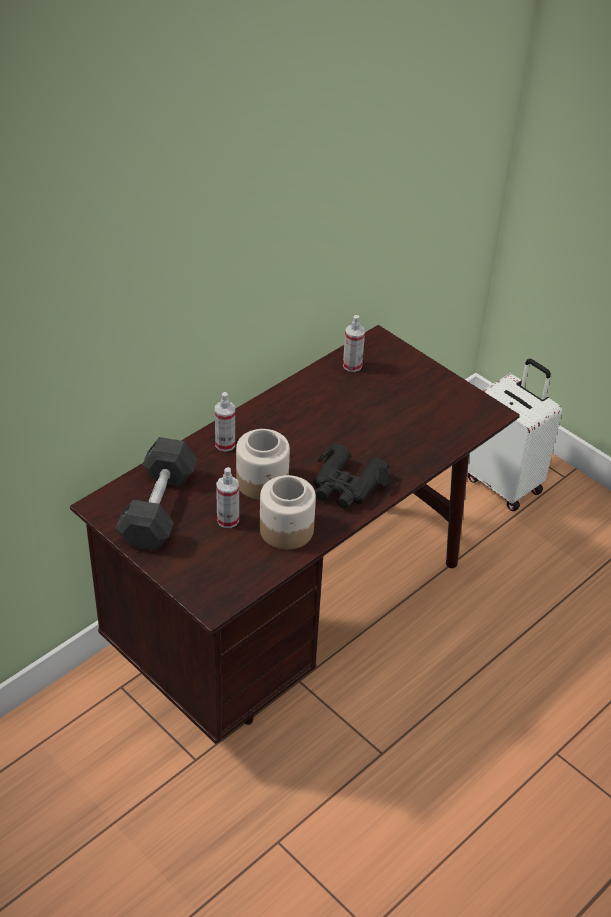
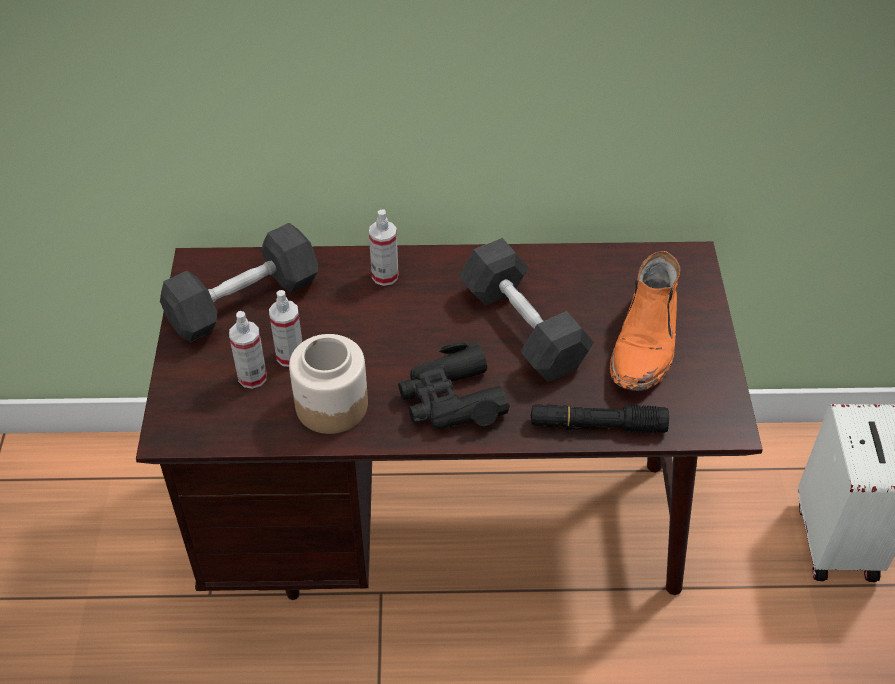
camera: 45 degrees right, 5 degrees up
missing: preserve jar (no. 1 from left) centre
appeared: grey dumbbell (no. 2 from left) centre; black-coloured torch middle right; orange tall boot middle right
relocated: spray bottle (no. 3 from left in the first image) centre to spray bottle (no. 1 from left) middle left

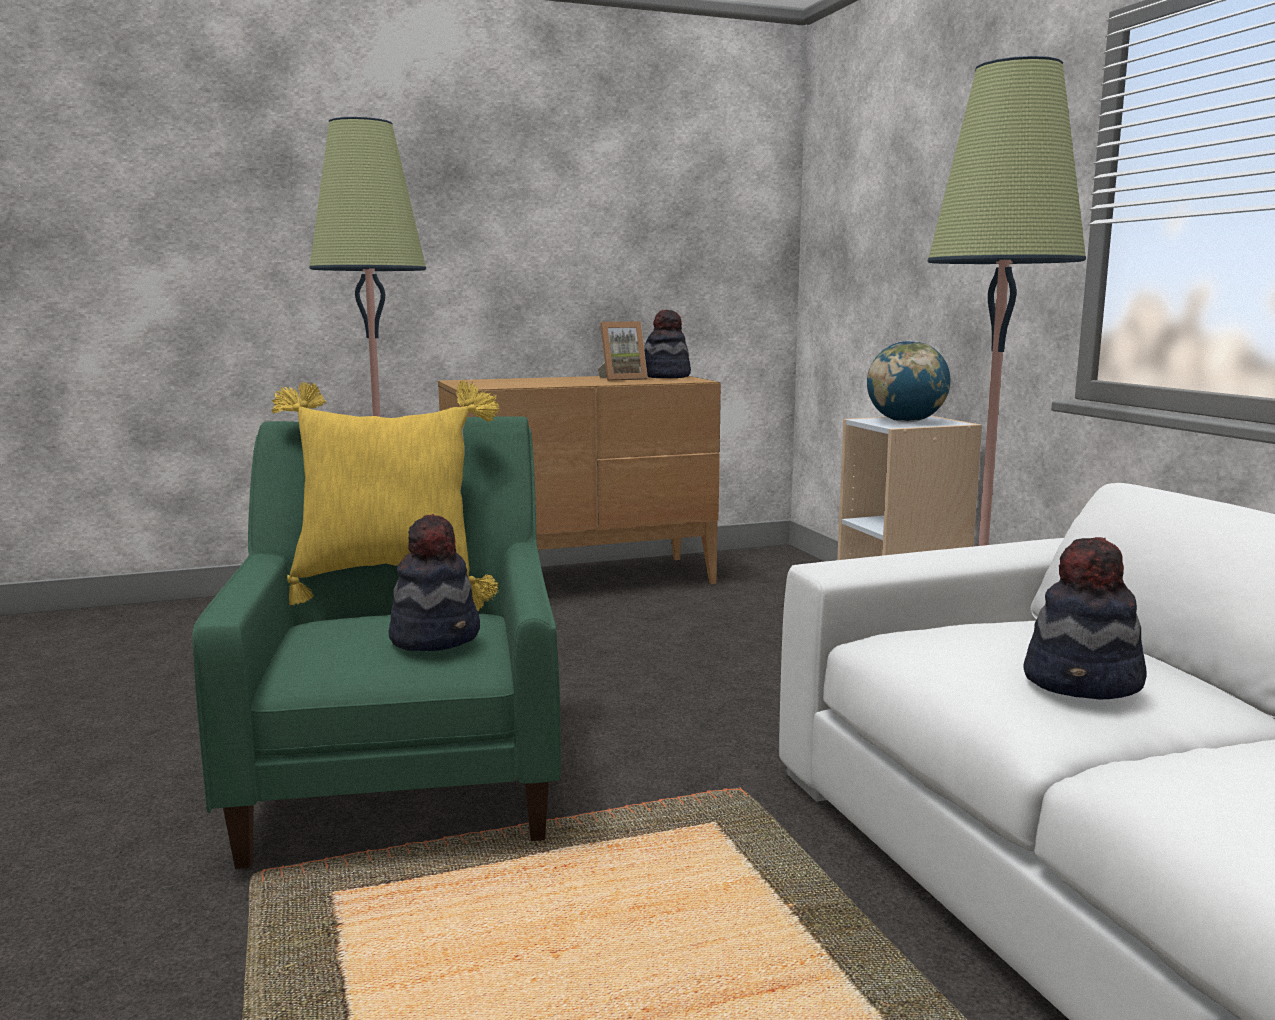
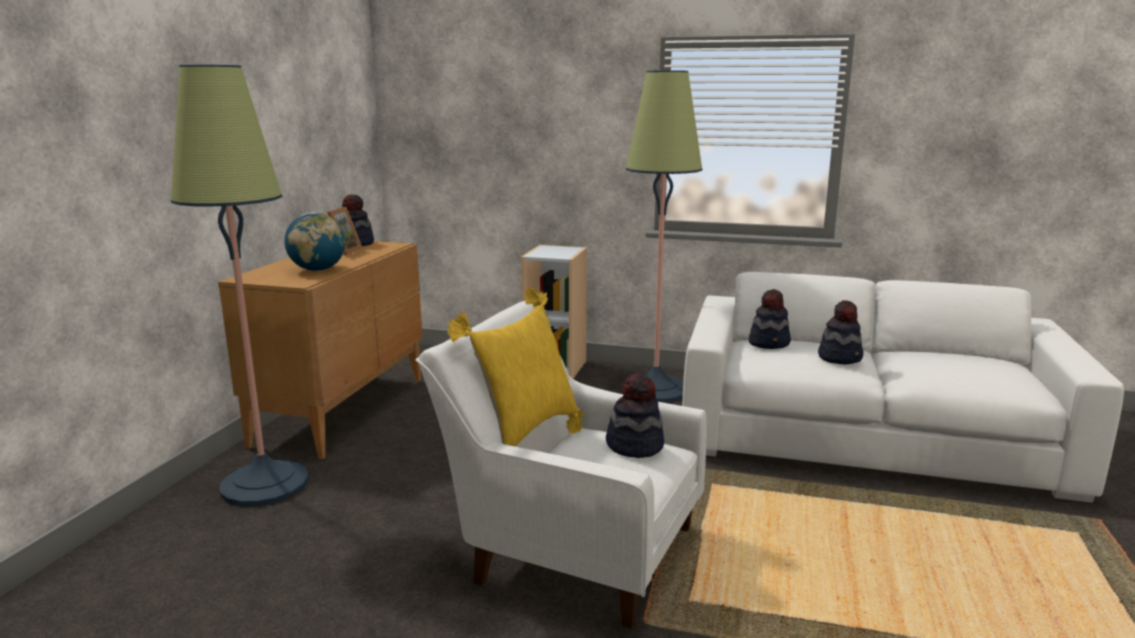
camera: 55 degrees left, 5 degrees up
appeared: wearable hat (no. 3 from left) middle right
relocated: globe middle right to middle left
colour: green lounge chair middle left to whitish lounge chair bottom centre

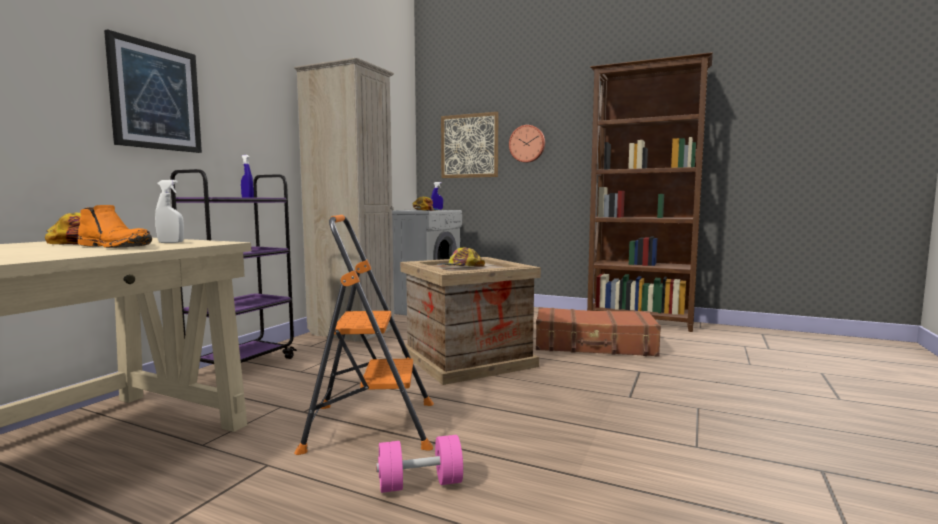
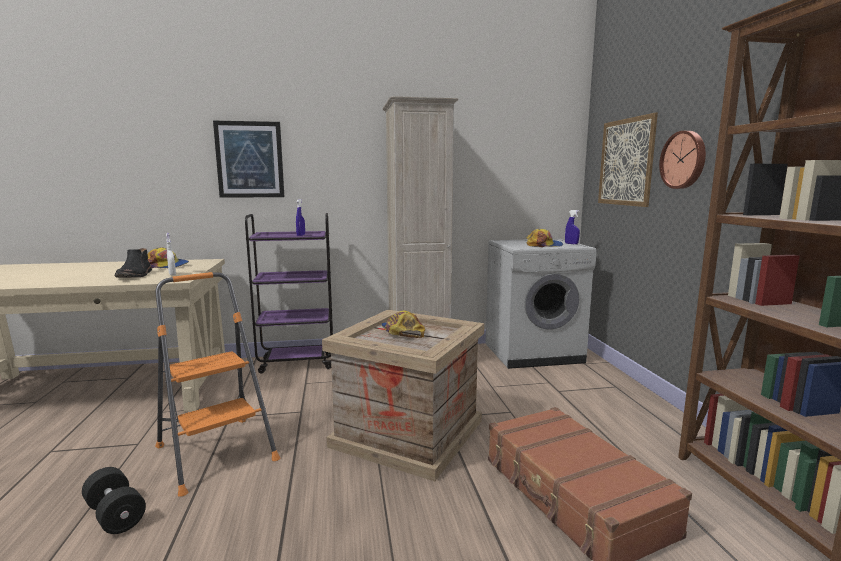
camera: 55 degrees right, 5 degrees up
colour: pink-coloured dumbbell bottom centre to black-coloured dumbbell bottom left; orange tall boot middle left to black-coloured tall boot middle left

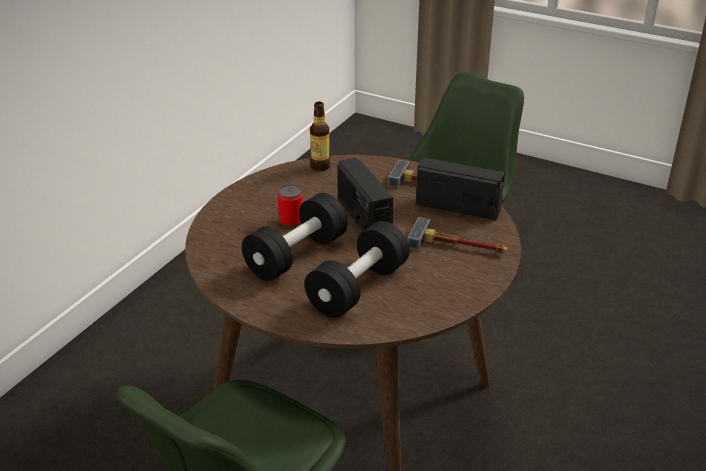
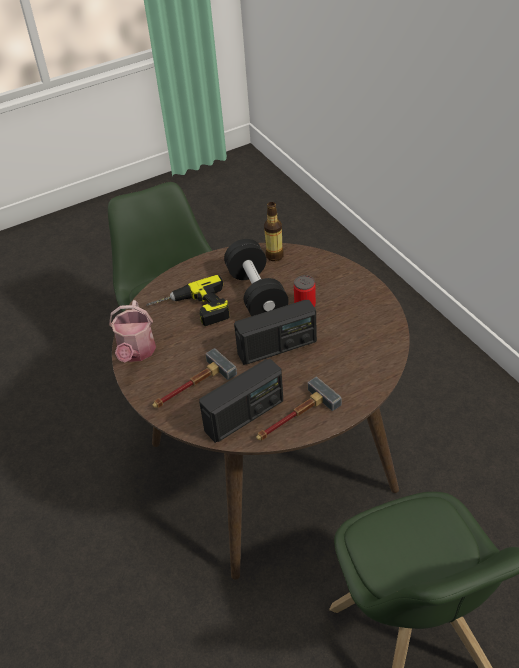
camera: 125 degrees right, 10 degrees up
appeared: watering can middle left
relocated: drink bottle top centre to centre
exchanged: black-coloured dumbbell (no. 2 from left) centre to electric drill centre
spun: radio receiver (no. 1 from left in the first image) centre = centre 150 degrees clockwise

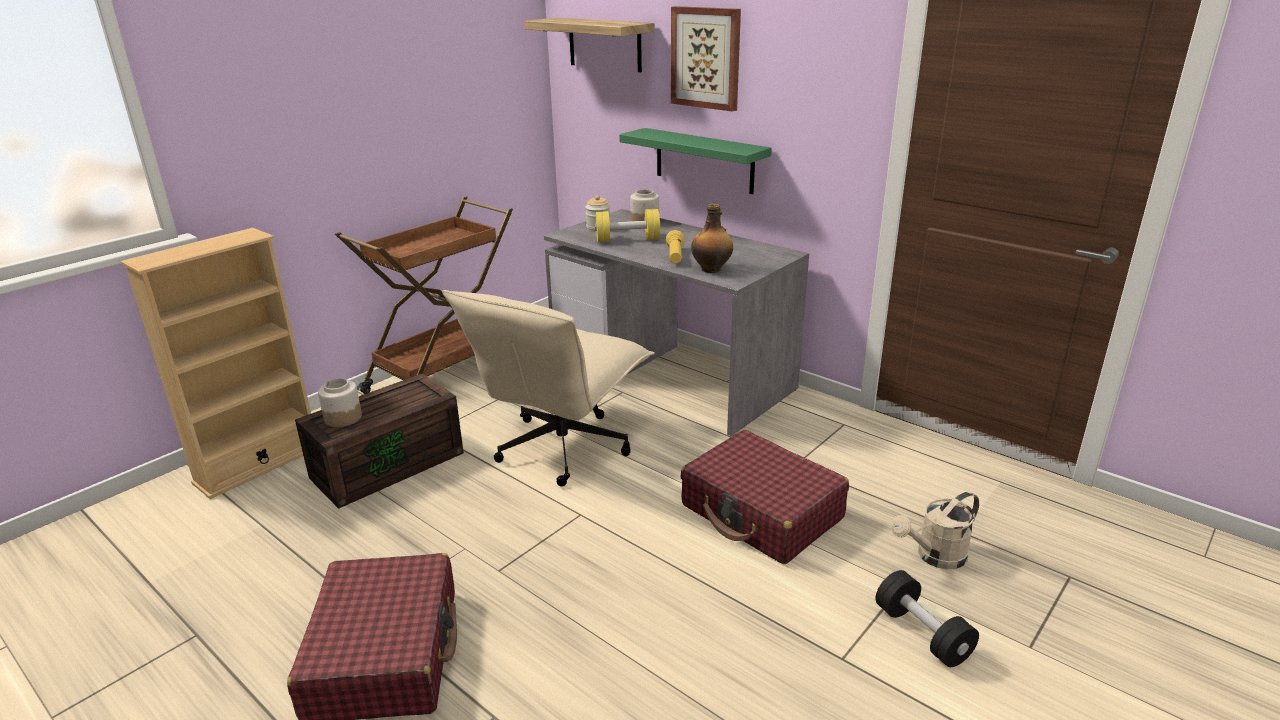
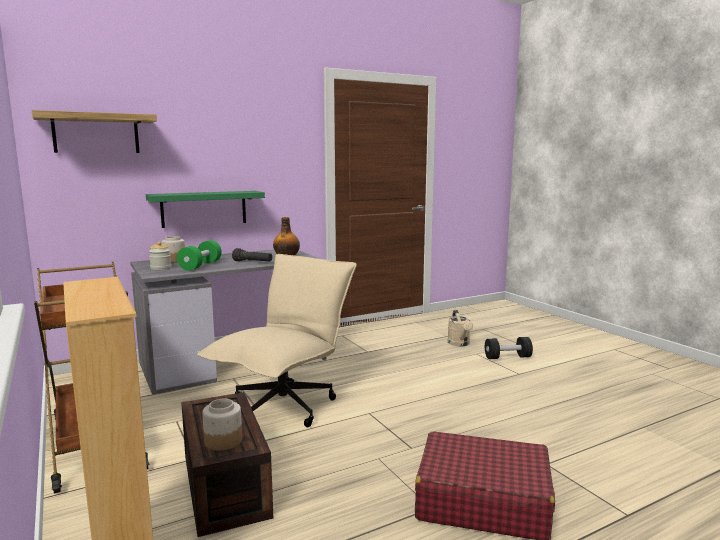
camera: 70 degrees left, 15 degrees down
missing: wall art top centre; red travel case (no. 2 from left) bottom centre
colour: yellow-coloured dumbbell top centre to green dumbbell middle left; yellow-coloured torch centre to black-coloured torch centre
spun: beige desk chair centre = centre 105 degrees counterclockwise

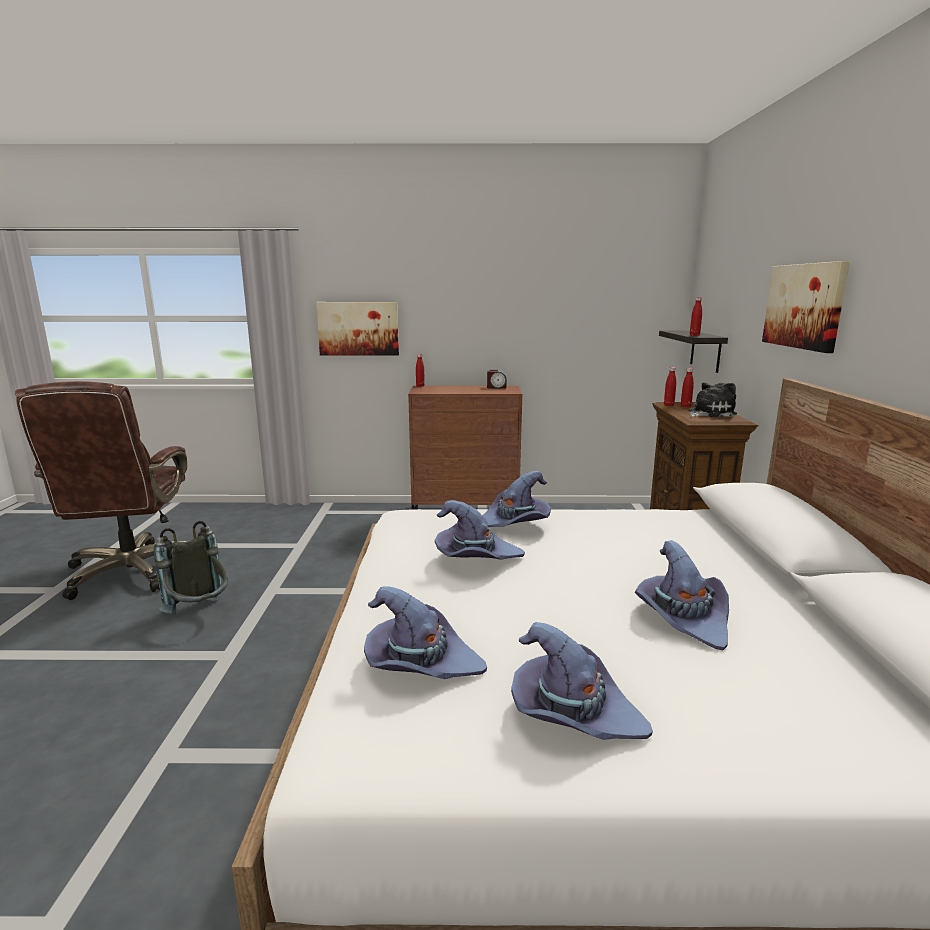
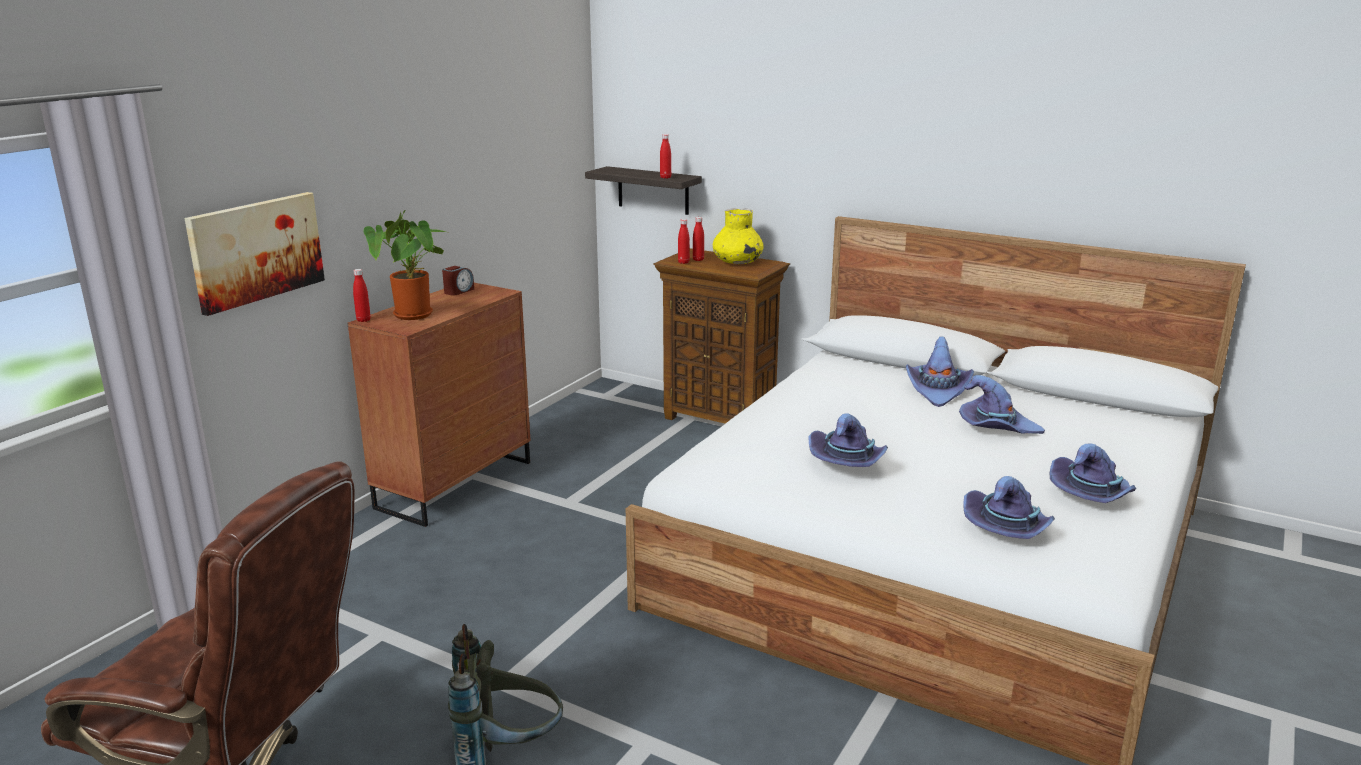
camera: 60 degrees left, 5 degrees up
missing: wall art (no. 2 from left) top right
appeared: plant in a pot middle left
relocated: purple-coloured wearable hat (no. 3 from left in the first image) centre to purple-coloured wearable hat (no. 2 from left) middle right
exchanged: cuddly toy middle right to yellow-coloured flower vase top centre

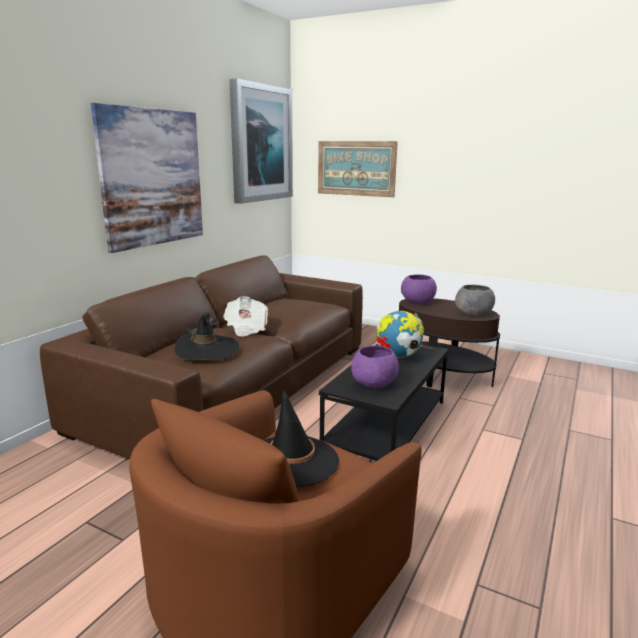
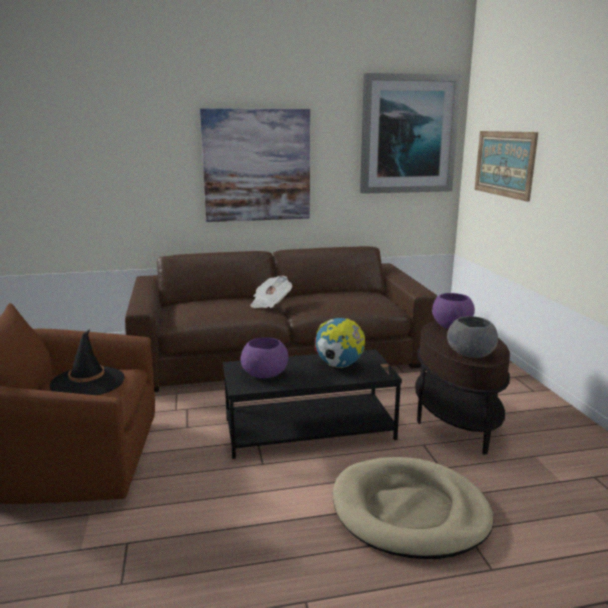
camera: 50 degrees right, 0 degrees up
missing: black-coloured wearable hat (no. 1 from left) middle left
appeared: beige dog cushion bottom right

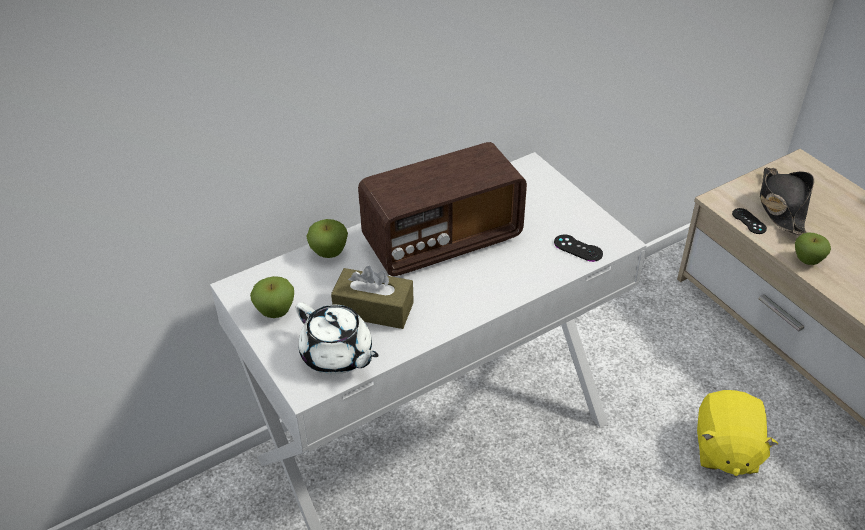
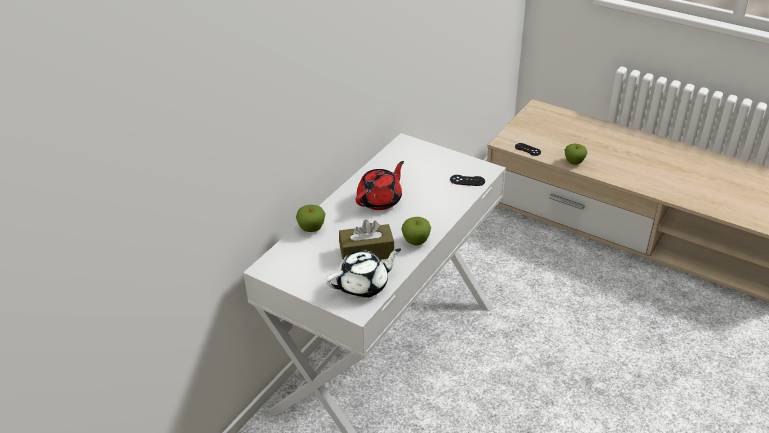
camera: 25 degrees left, 5 degrees down
missing: yellow-coloured cuddly toy bottom right; black-coloured wearable hat middle right
relocated: apple (no. 1 from left in the first image) middle left to apple (no. 2 from left) centre
exchanged: radio receiver centre to red teapot centre
spun: whitish teapot centre = centre 45 degrees counterclockwise

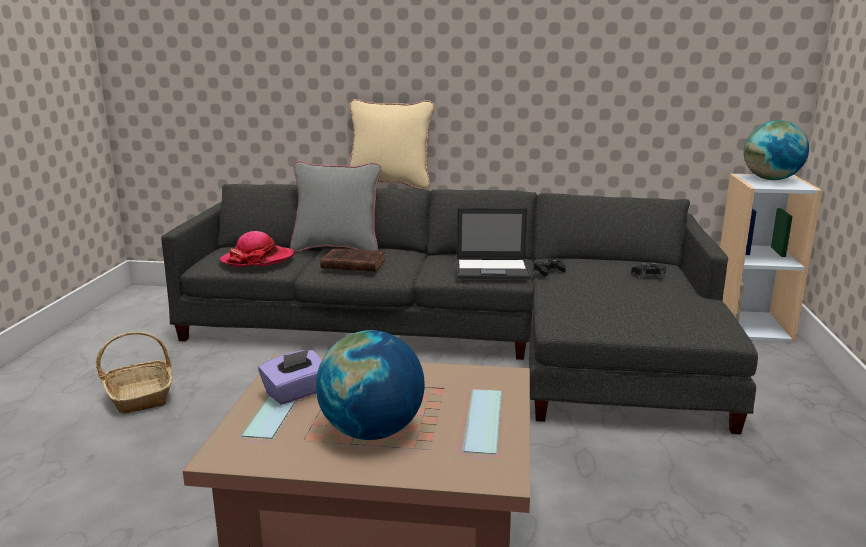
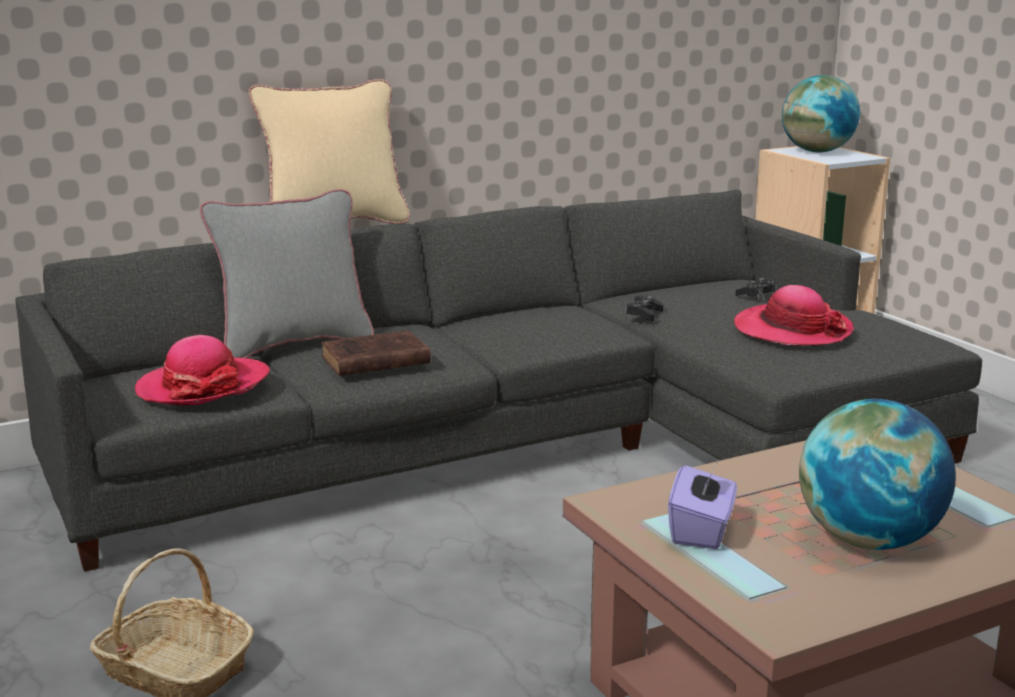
camera: 35 degrees left, 0 degrees up
missing: portable computer centre
appeared: wearable hat (no. 2 from left) middle right

